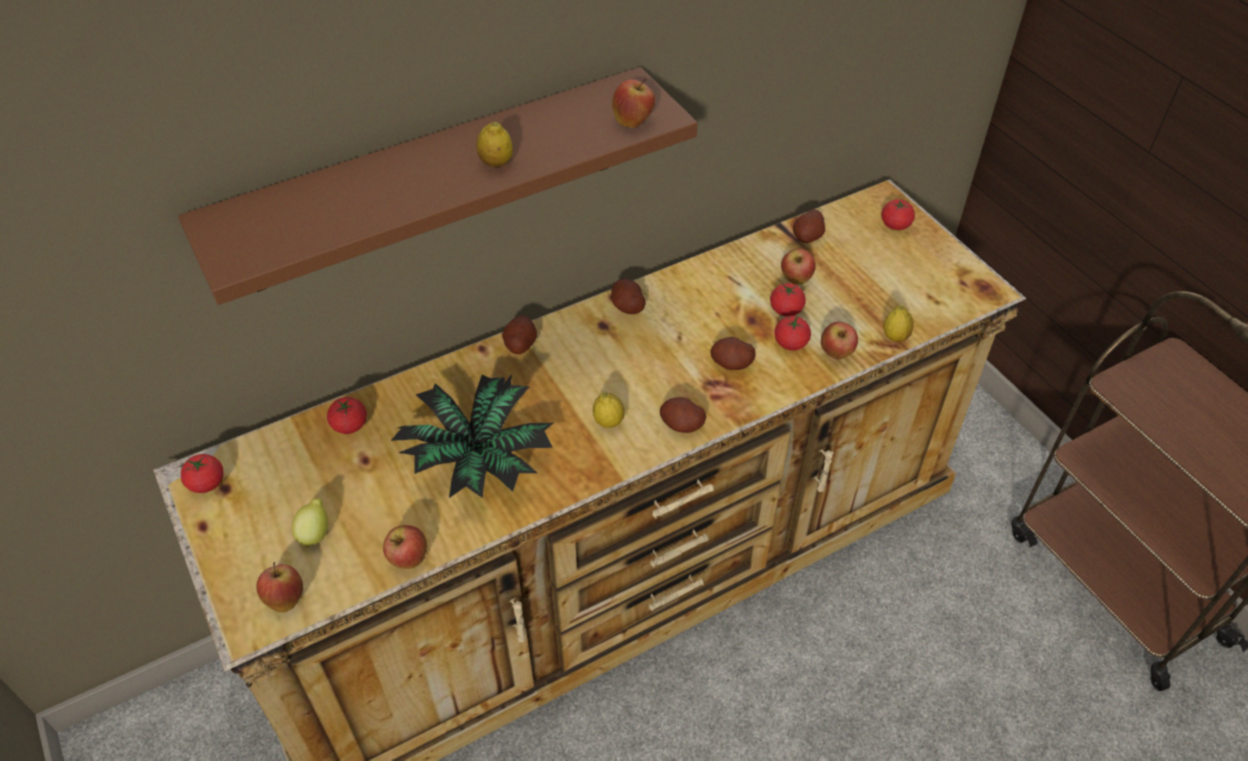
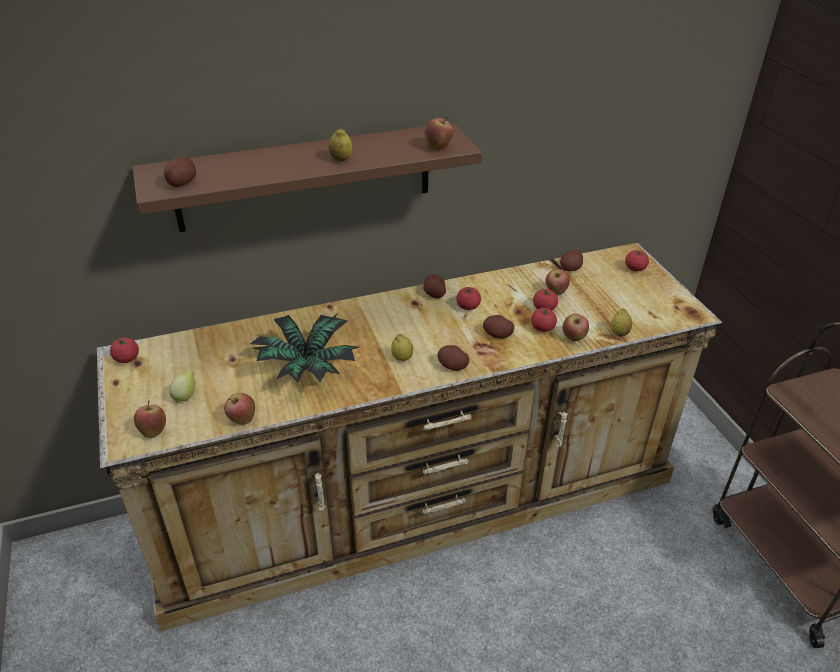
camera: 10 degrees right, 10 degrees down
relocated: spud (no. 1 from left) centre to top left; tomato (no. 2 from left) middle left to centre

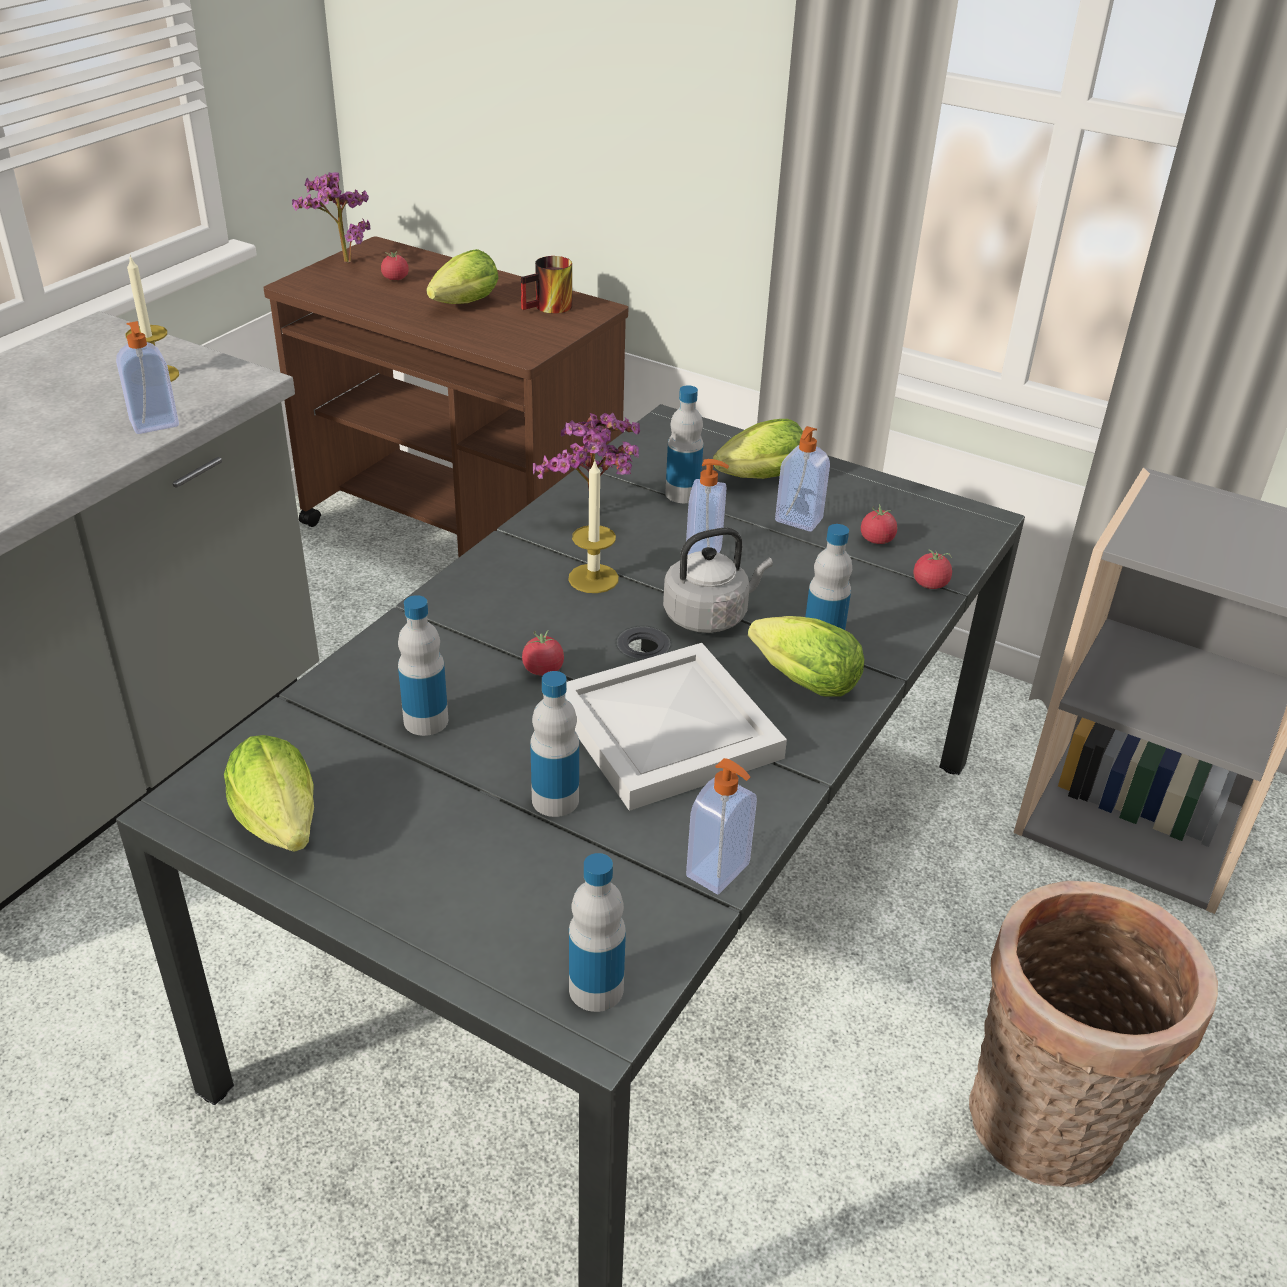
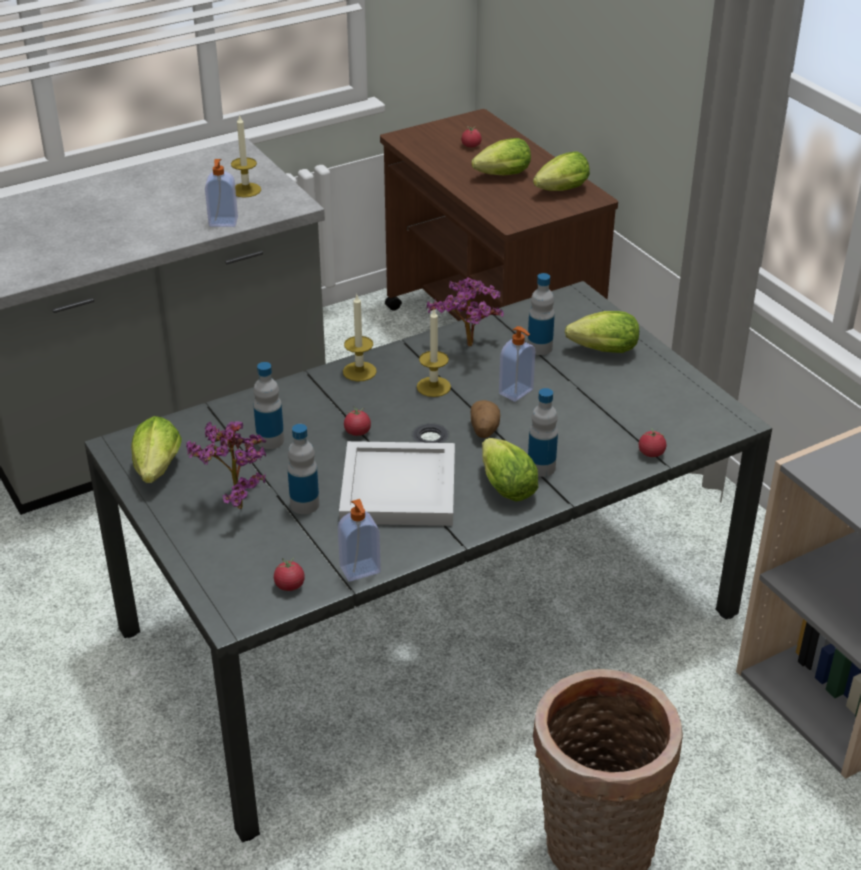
camera: 30 degrees right, 0 degrees up
missing: drink bottle (no. 3 from left) bottom centre; liquid soap bottle (no. 4 from left) centre
appeared: wax light (no. 2 from left) centre
relocated: plant in a pot (no. 1 from left) top left to middle left; tomato (no. 3 from left in the first image) middle right to tomato (no. 1 from left) centre
exchanged: grey water kettle centre to spud centre; coffee mug top centre to lettuce (no. 4 from left) top centre

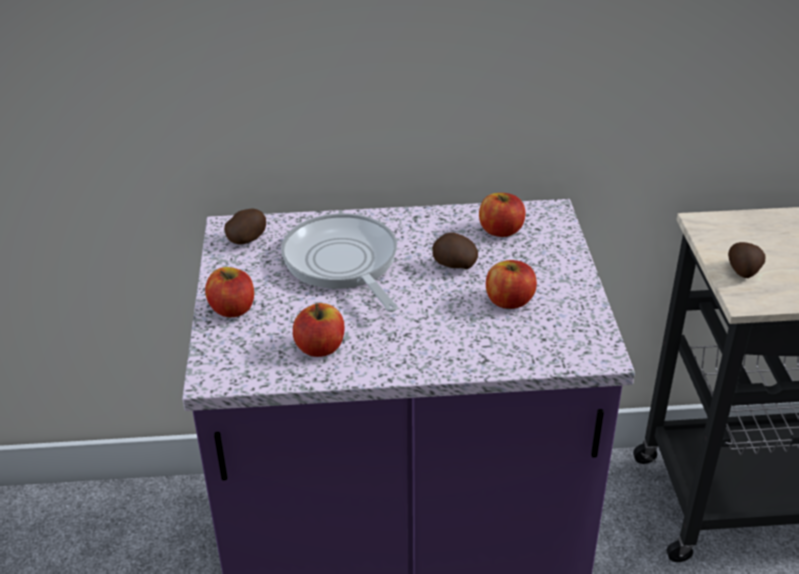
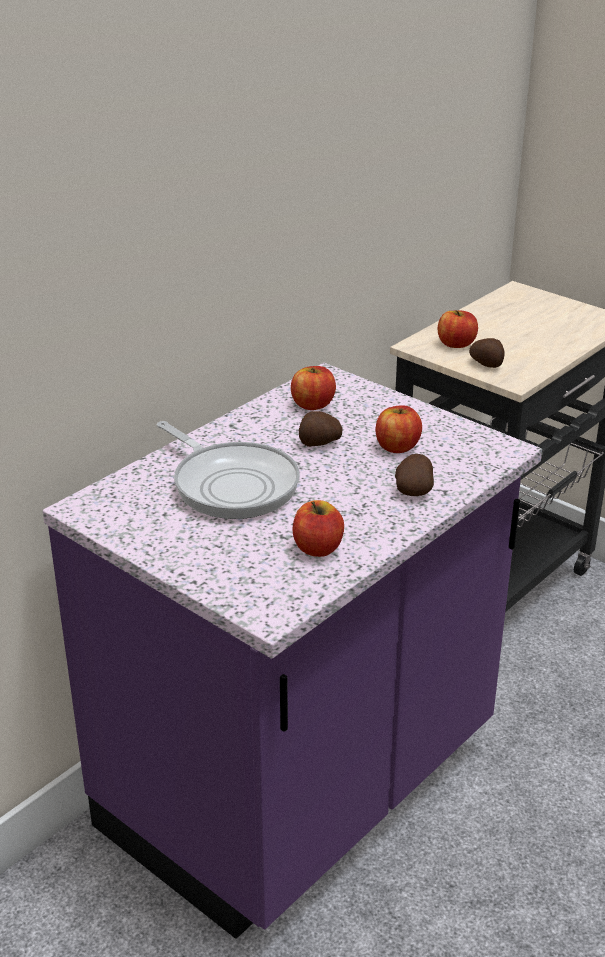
camera: 45 degrees left, 5 degrees down
relocated: spud (no. 1 from left in the first image) middle left to spud (no. 2 from left) middle right; apple (no. 1 from left in the first image) middle left to apple (no. 4 from left) middle right
spun: pan centre = centre 150 degrees counterclockwise

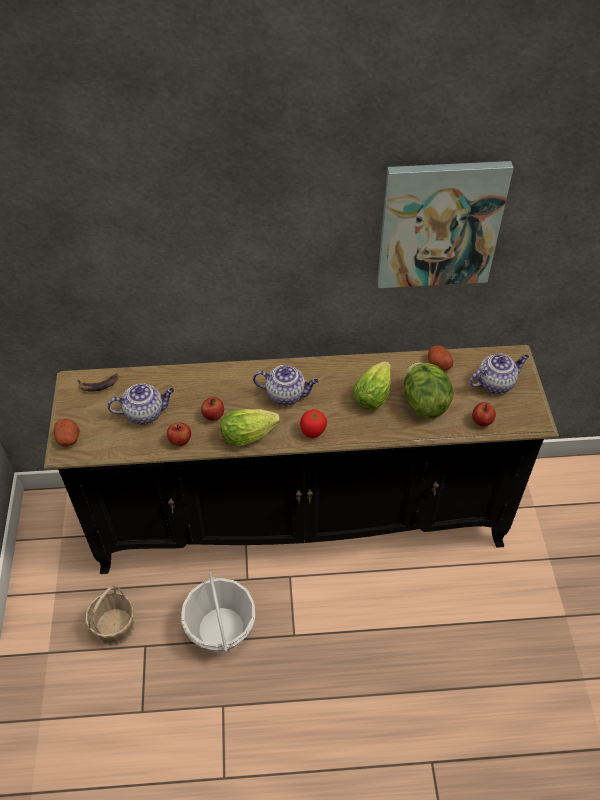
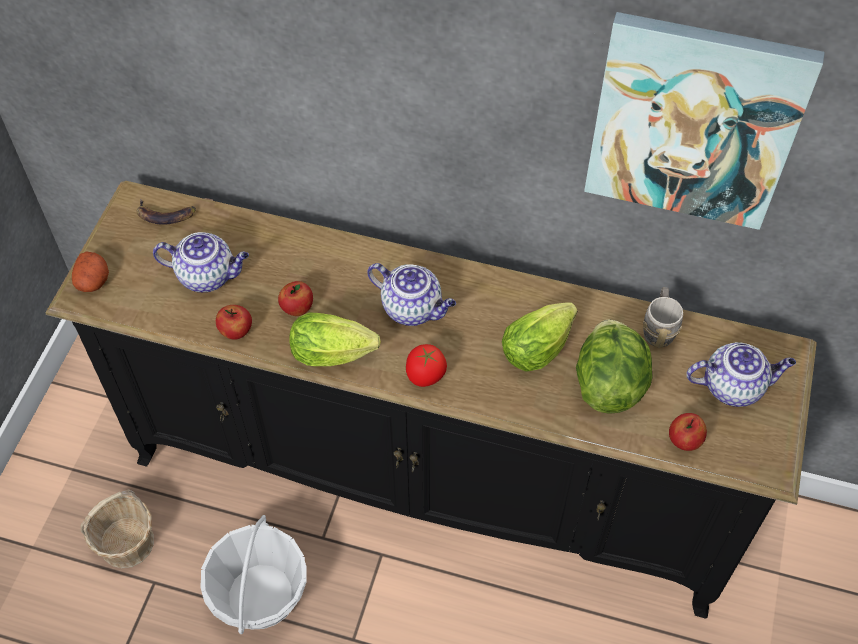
camera: 20 degrees right, 5 degrees up
exchanged: spud (no. 2 from left) middle right to grey coffee mug middle right

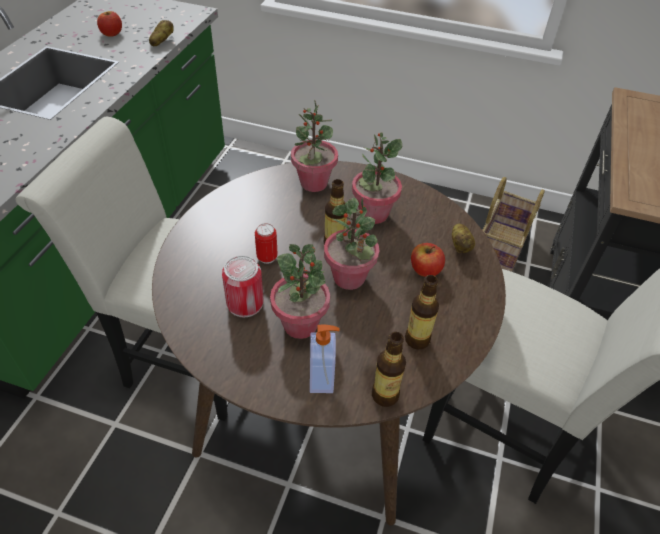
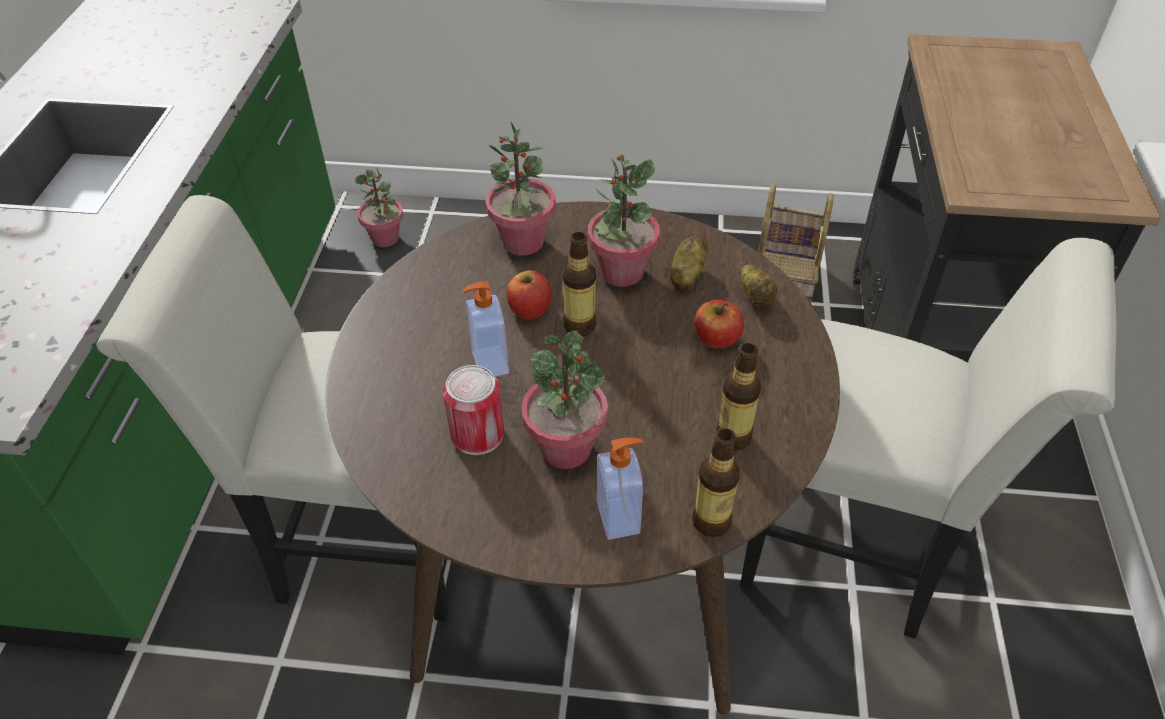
camera: 10 degrees left, 0 degrees up
relocated: plant in a pot (no. 3 from left in the first image) centre to plant in a pot (no. 1 from left) top left; apple (no. 1 from left) top left to centre; spud (no. 1 from left) top left to centre
exchanged: metal can (no. 2 from left) centre to liquid soap bottle (no. 1 from left) centre

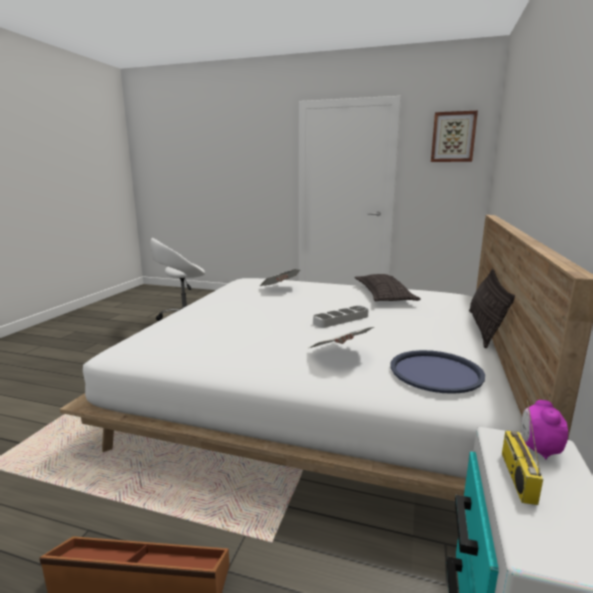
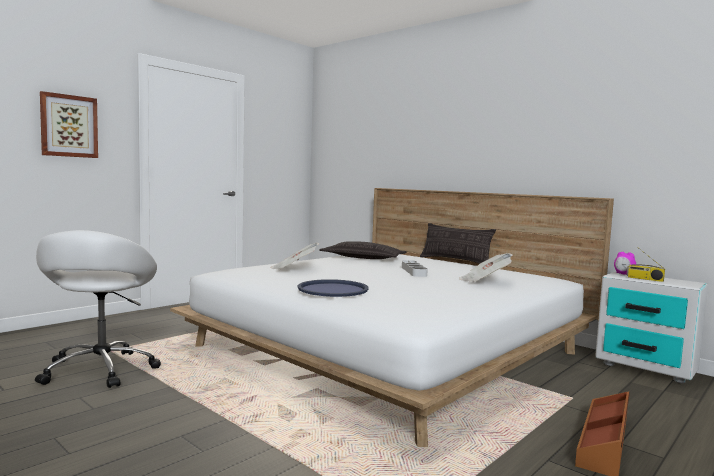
camera: 65 degrees left, 10 degrees down
relocated: wall art top right to top left; blue-coloured carrying tray middle right to centre

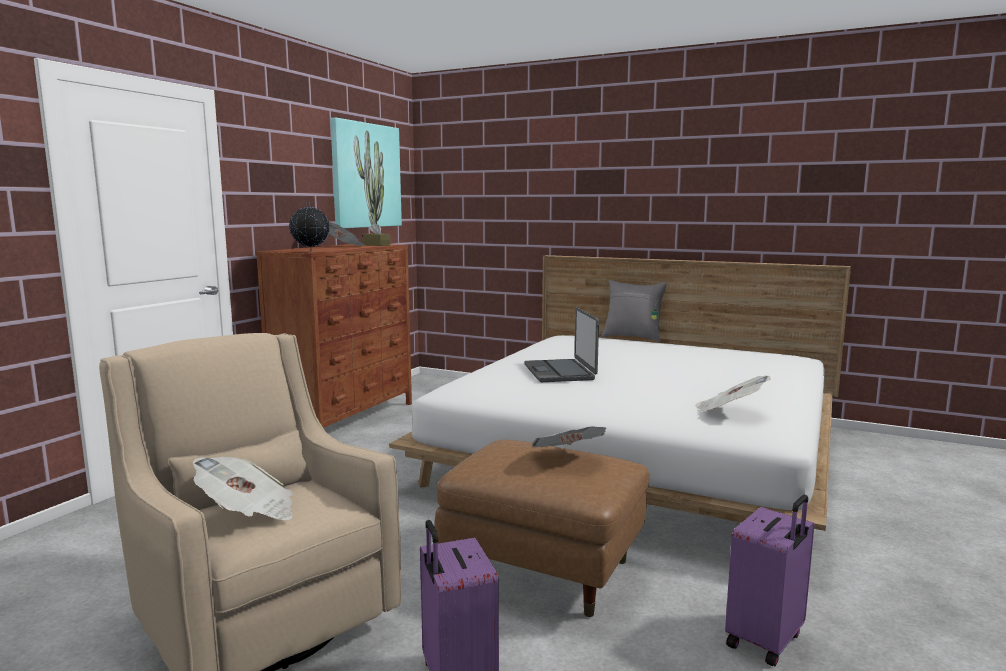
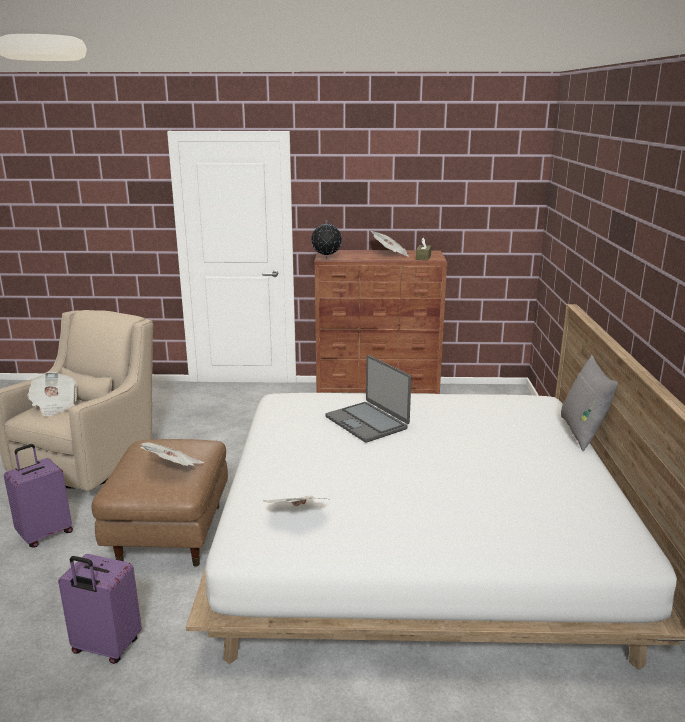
camera: 65 degrees right, 10 degrees up
missing: wall art top centre
spun: portable computer centre = centre 90 degrees counterclockwise

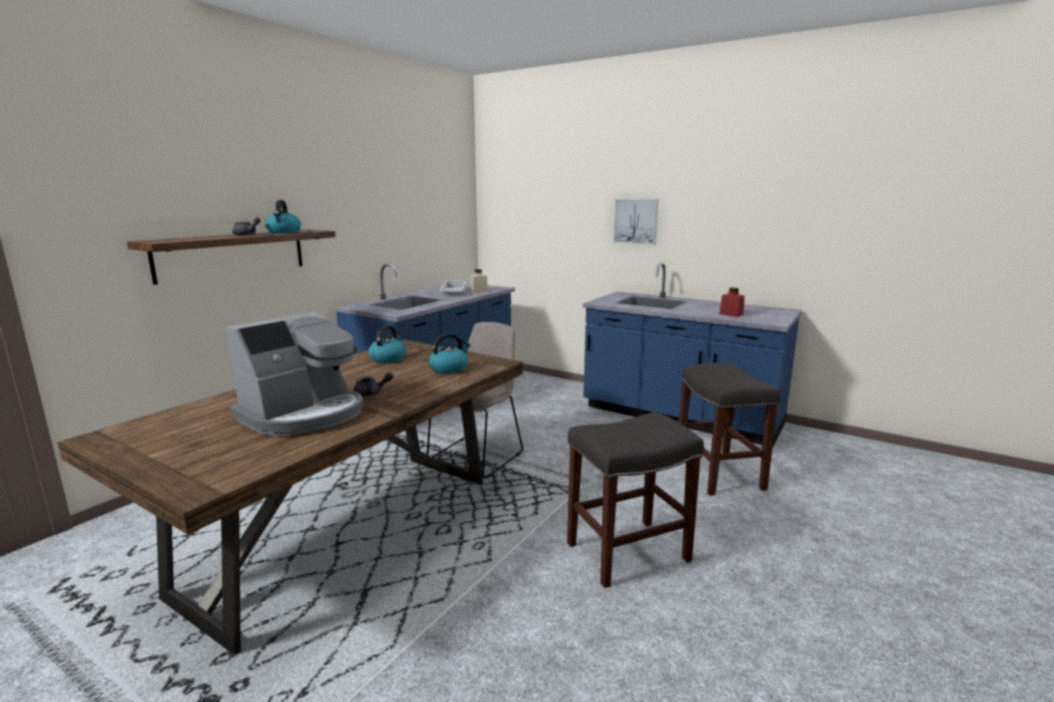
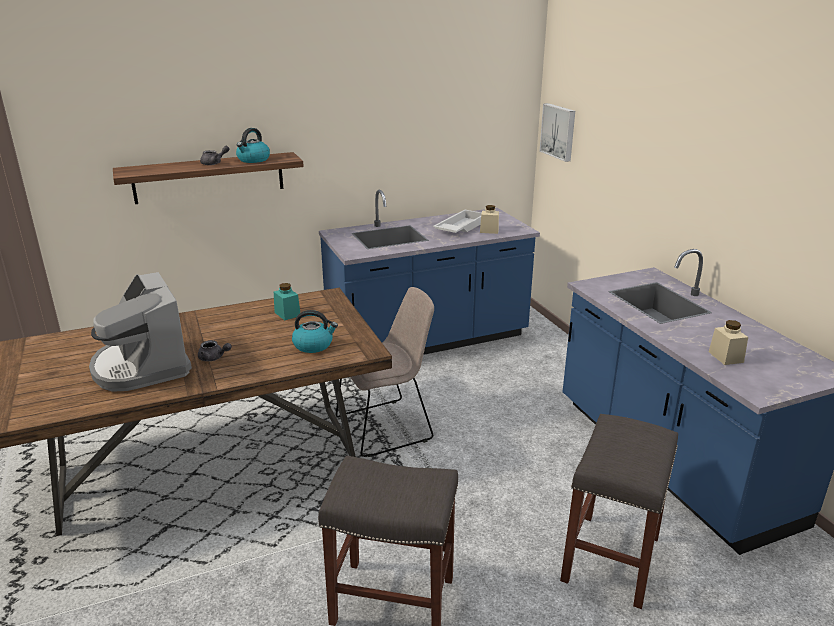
camera: 35 degrees right, 10 degrees up
relocated: wall art top centre to top right
exchanged: water kettle (no. 2 from left) centre to blue-green preserve jar centre
colour: red preserve jar middle right to beige preserve jar (no. 2 from left) middle right
spun: coffee brewer middle left = middle left 75 degrees clockwise

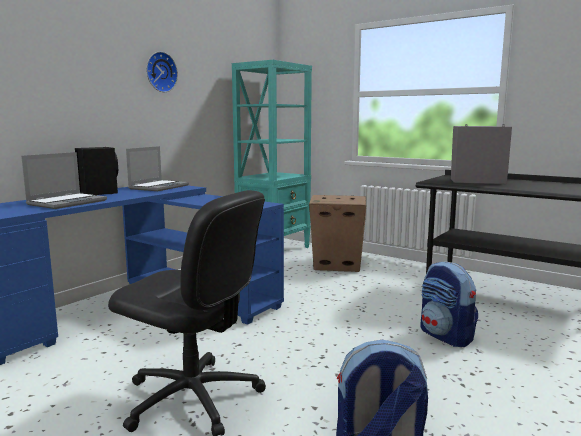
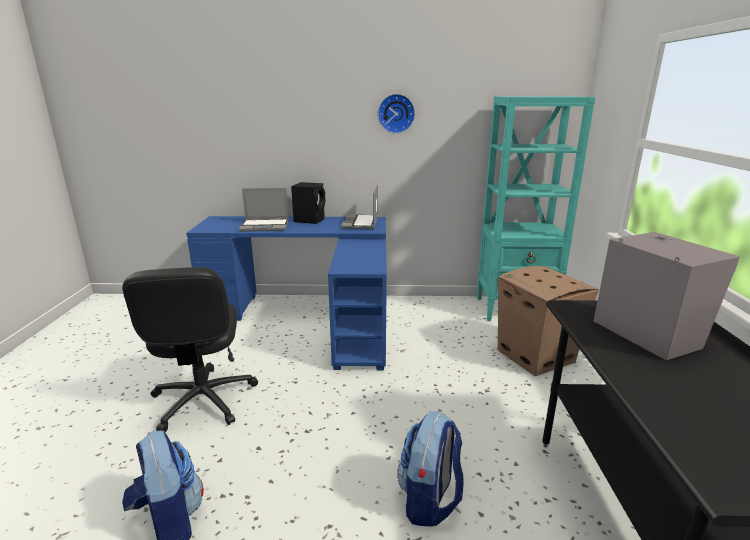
camera: 55 degrees right, 10 degrees up
spun: portable computer (no. 2 from left) middle left = centre 105 degrees clockwise

